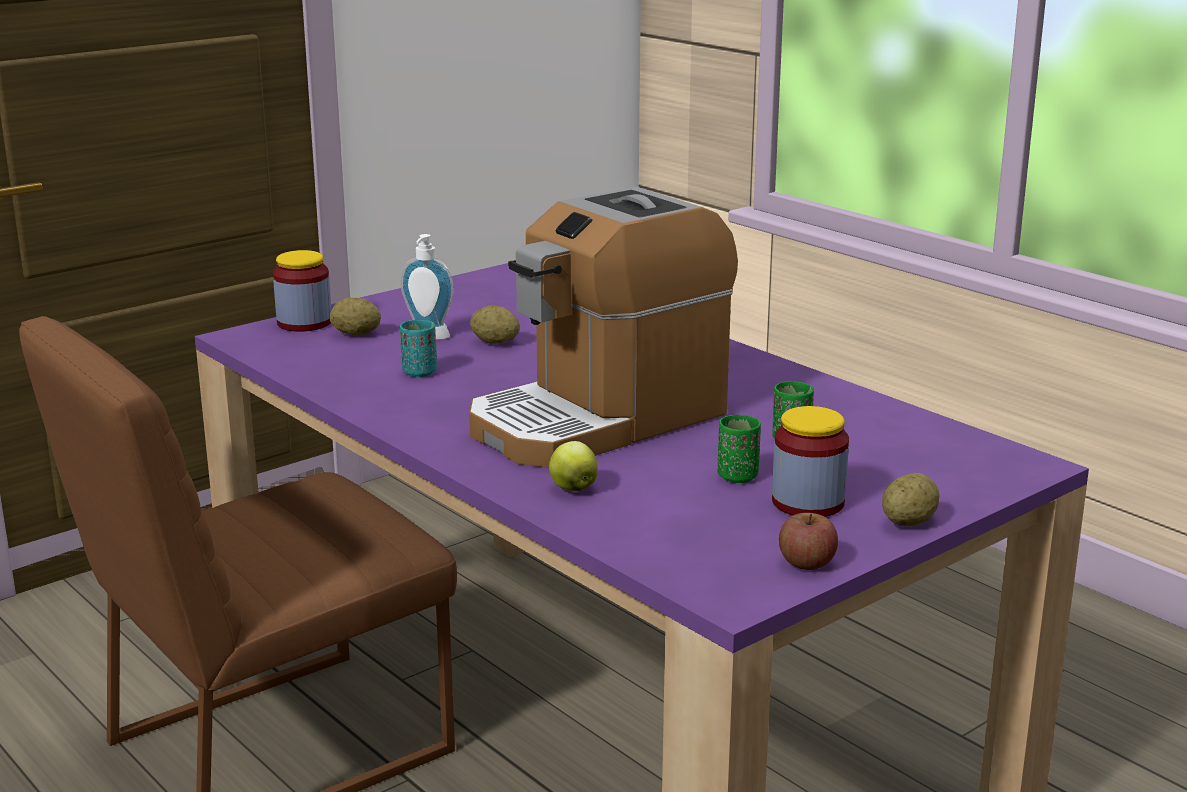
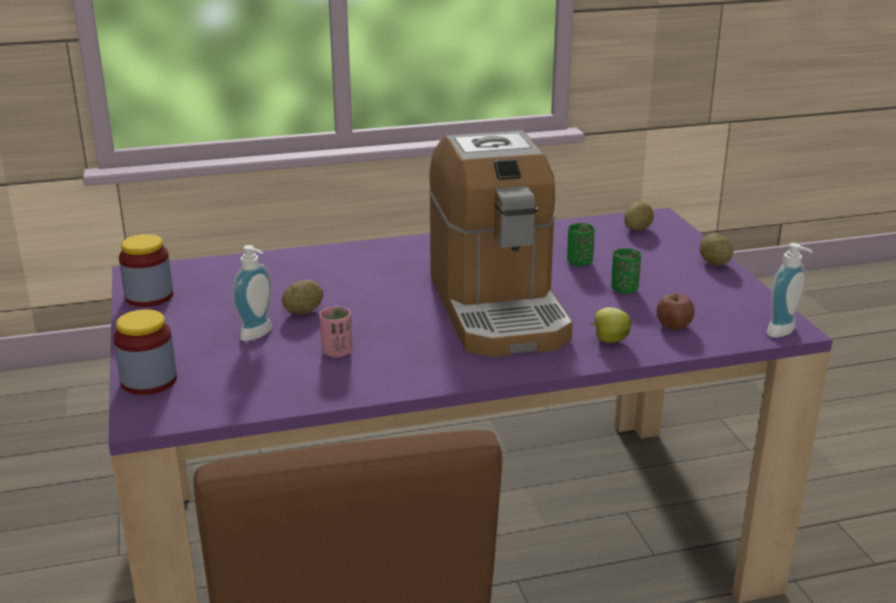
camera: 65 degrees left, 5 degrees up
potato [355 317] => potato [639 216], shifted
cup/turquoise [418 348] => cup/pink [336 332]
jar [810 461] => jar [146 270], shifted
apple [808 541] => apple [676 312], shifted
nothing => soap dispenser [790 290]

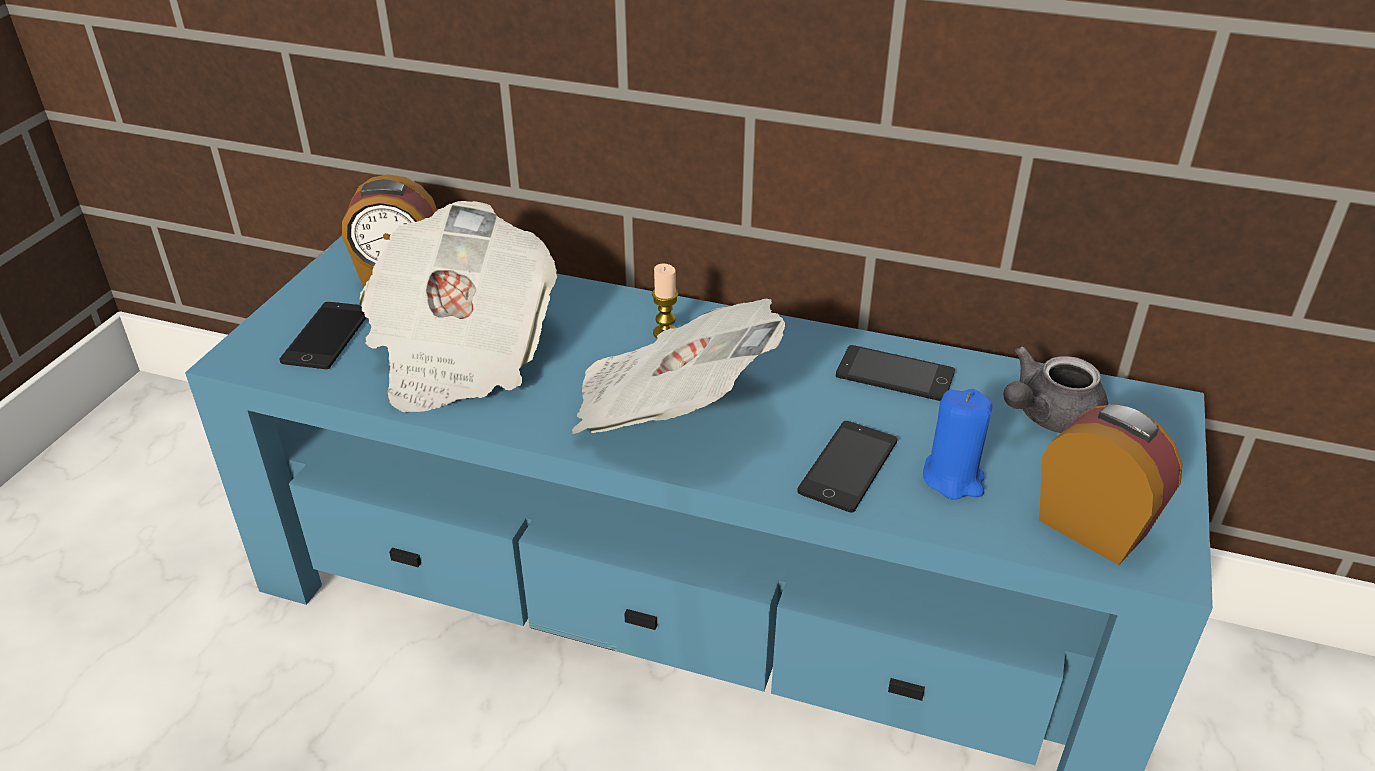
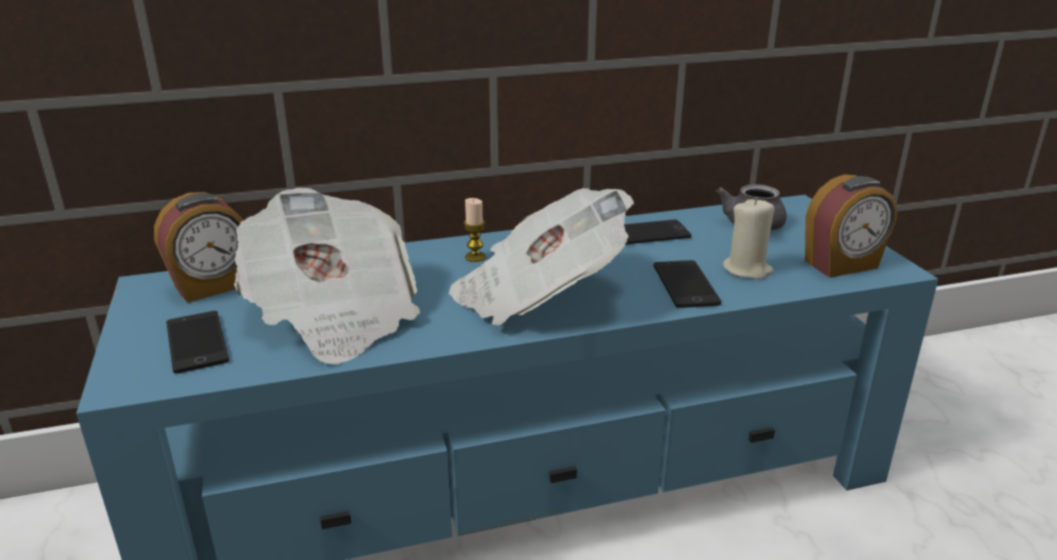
camera: 35 degrees left, 10 degrees down
candle/blue [957 444] => candle/beige [749 239]
alarm clock [1110 484] => alarm clock [851 226], 150 degrees clockwise

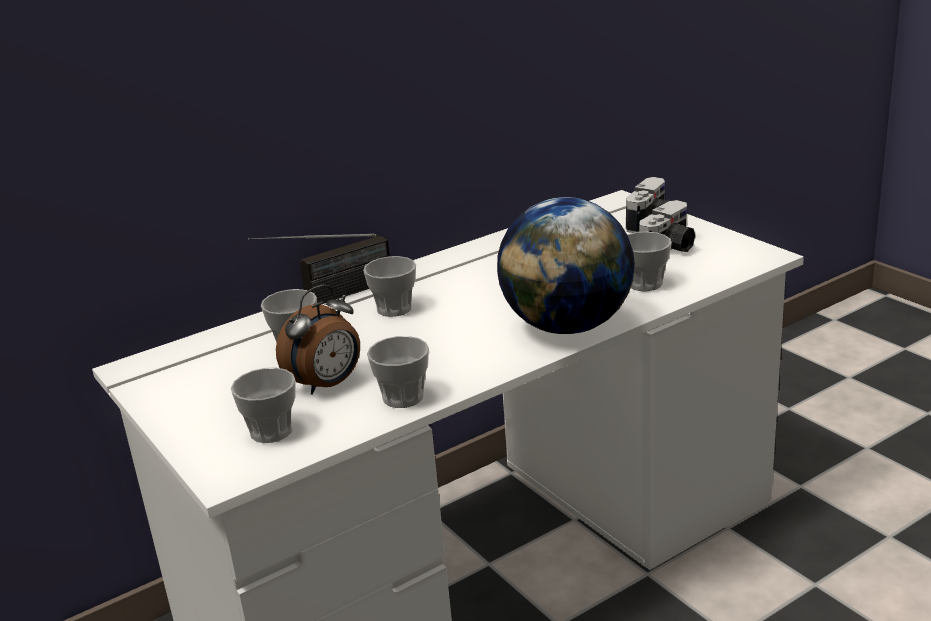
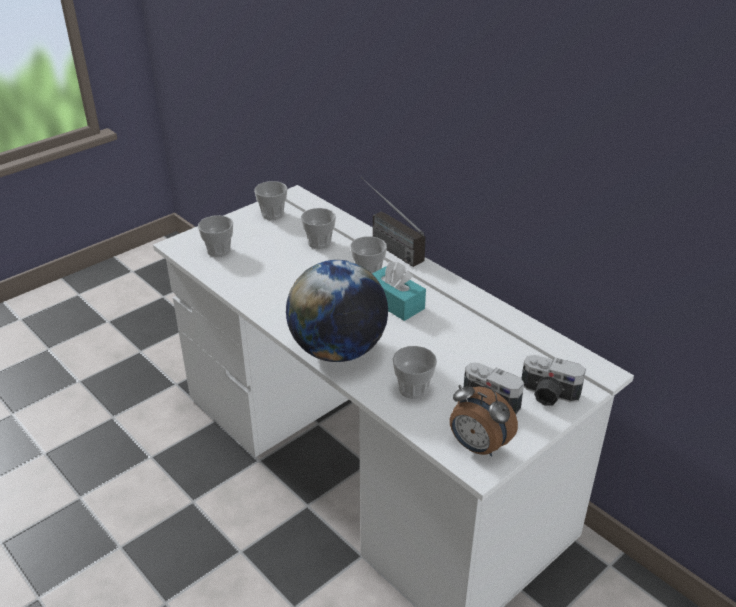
camera: 80 degrees right, 10 degrees up
alarm clock [318 339] => alarm clock [484 418], shifted
cup [398 372] => cup [271 200], shifted
nothing => tissue box/turquoise [399 291]

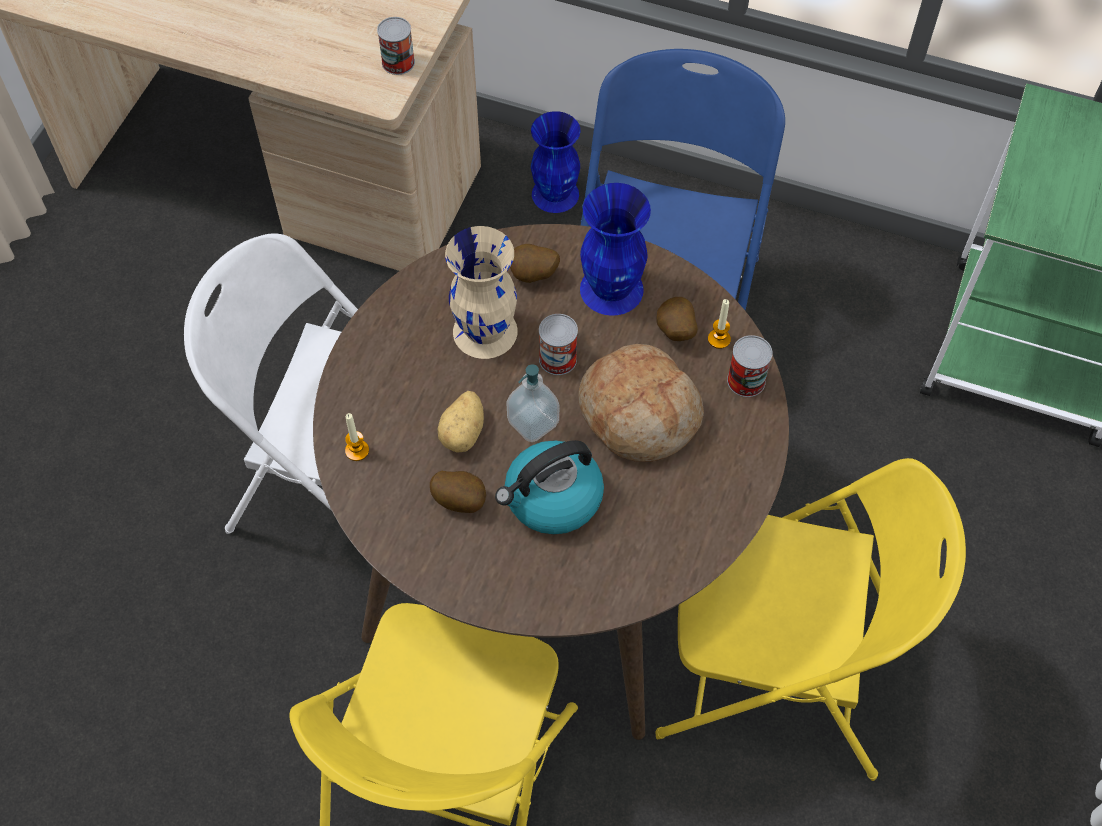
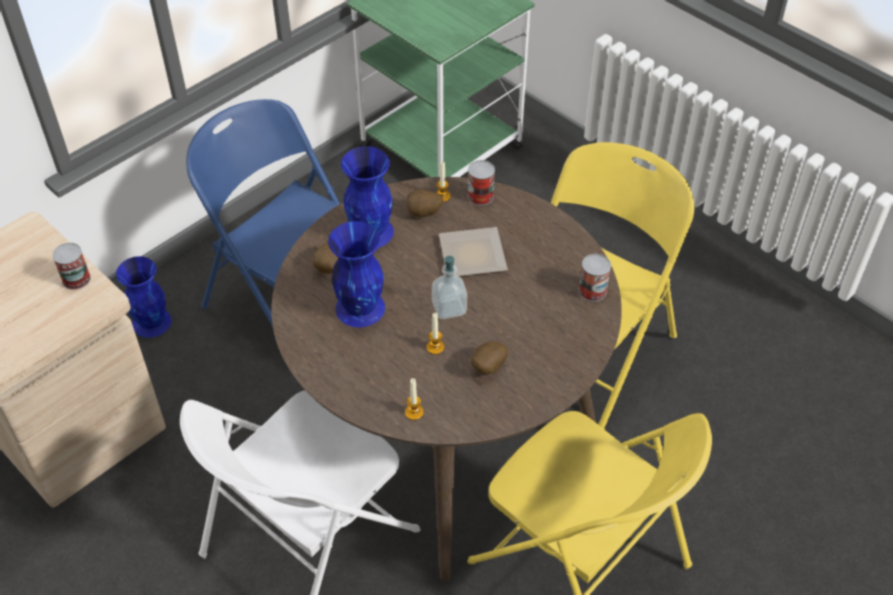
camera: 65 degrees left, 10 degrees down
vase/beige [481 292] => vase/blue [356 274]
can [558 344] => can [594 278], shifted
bread [641 403] => plate [473 251]
potato [461 422] => candle [435 334]
kettle [549 487] => nothing

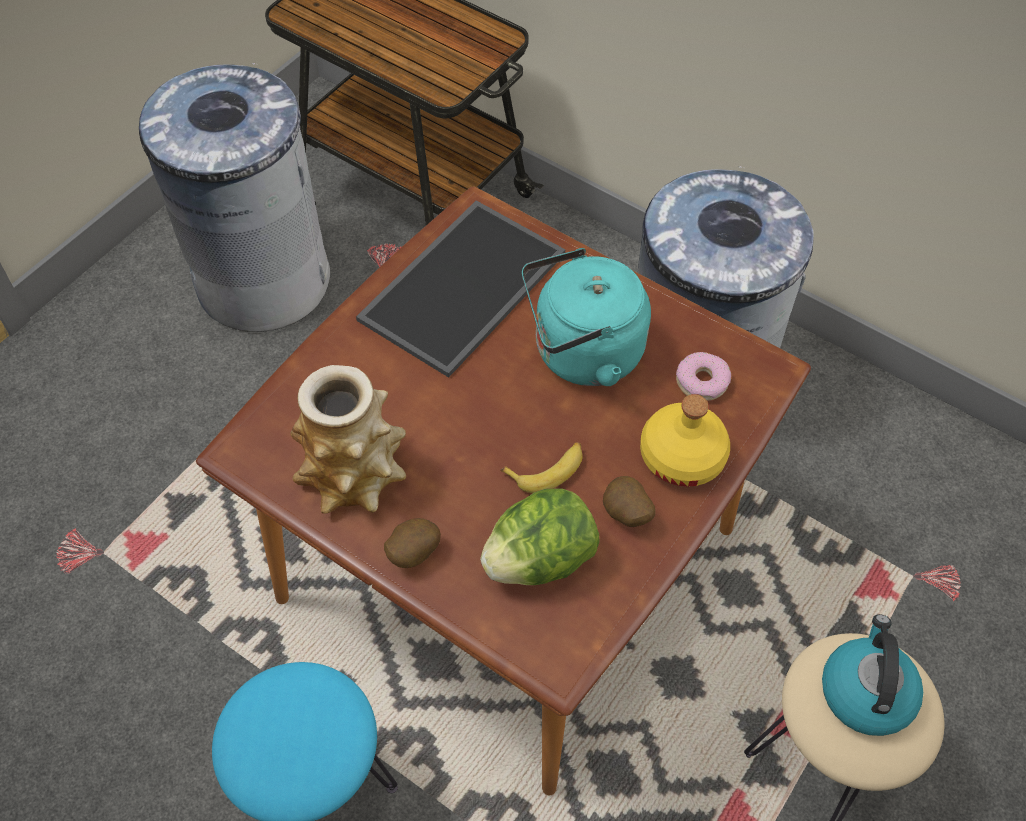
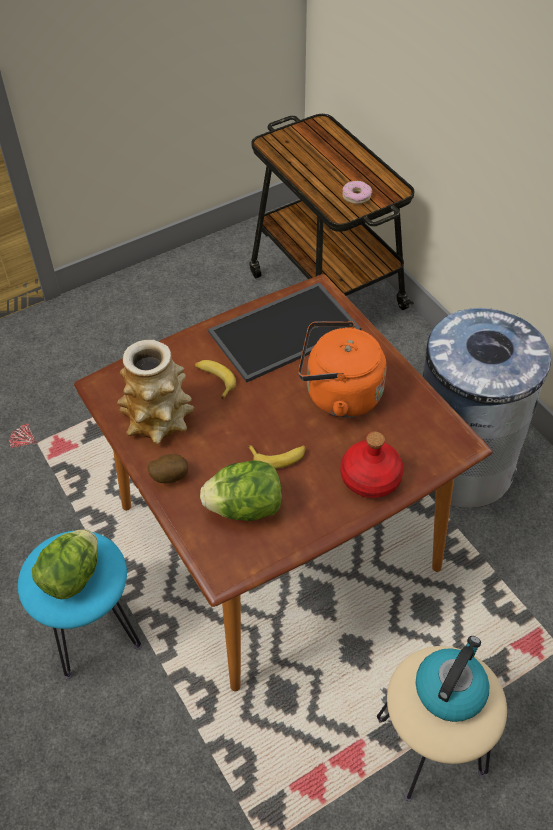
camera: 25 degrees right, 5 degrees down
trash can/grey [234 197] => nothing
kettle/turquoise [586 317] => kettle/orange [342 369]
donut [703 376] => donut [357 192], shifted
bottle/yellow [685 440] => bottle/red [372 465]
potato [629 501] => nothing
nothing => banana [215 380]
nothing => lettuce [65 564]

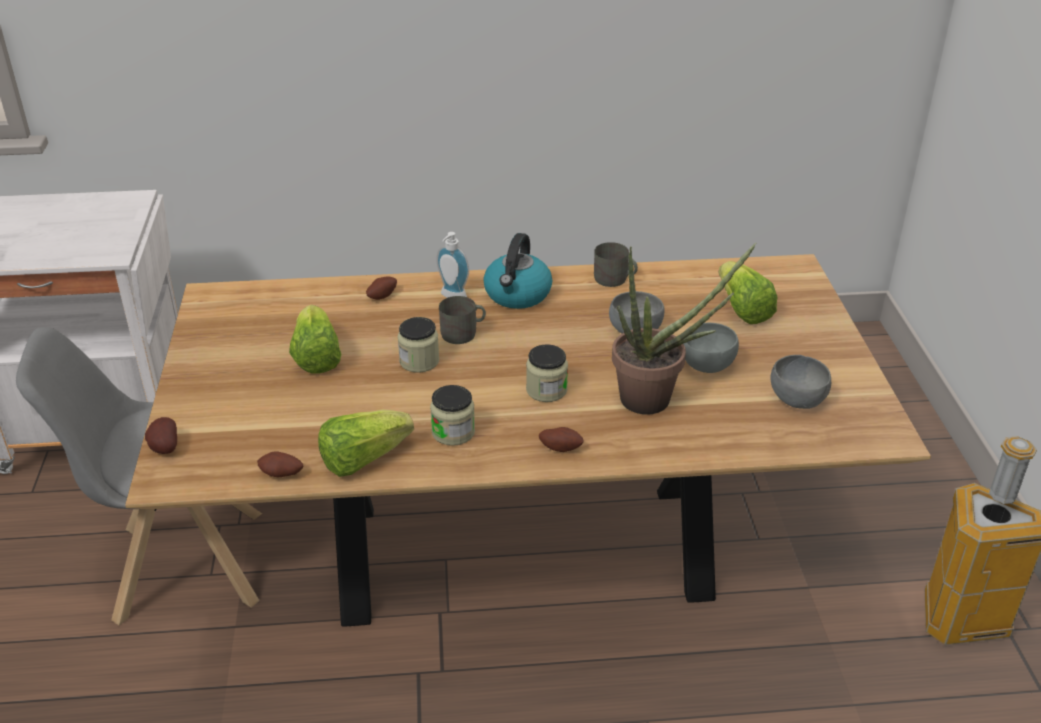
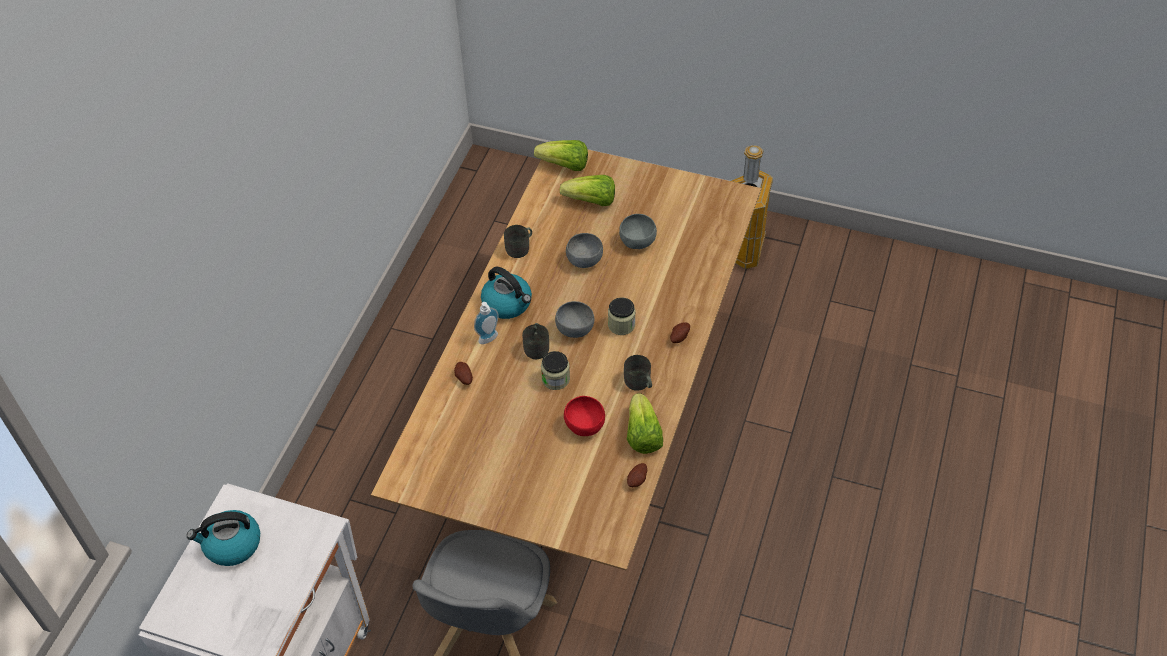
camera: 65 degrees left, 15 degrees up
potted plant [684 328] => nothing
lettuce [315 339] => lettuce [561 155], shifted
bowl/grey [800 382] => bowl/grey [574 319], shifted
jar [452 415] => mug/grey [638 373]
potato [161 435] => nothing
nothing => bowl/red [584 416]
nothing => kettle [223 538]

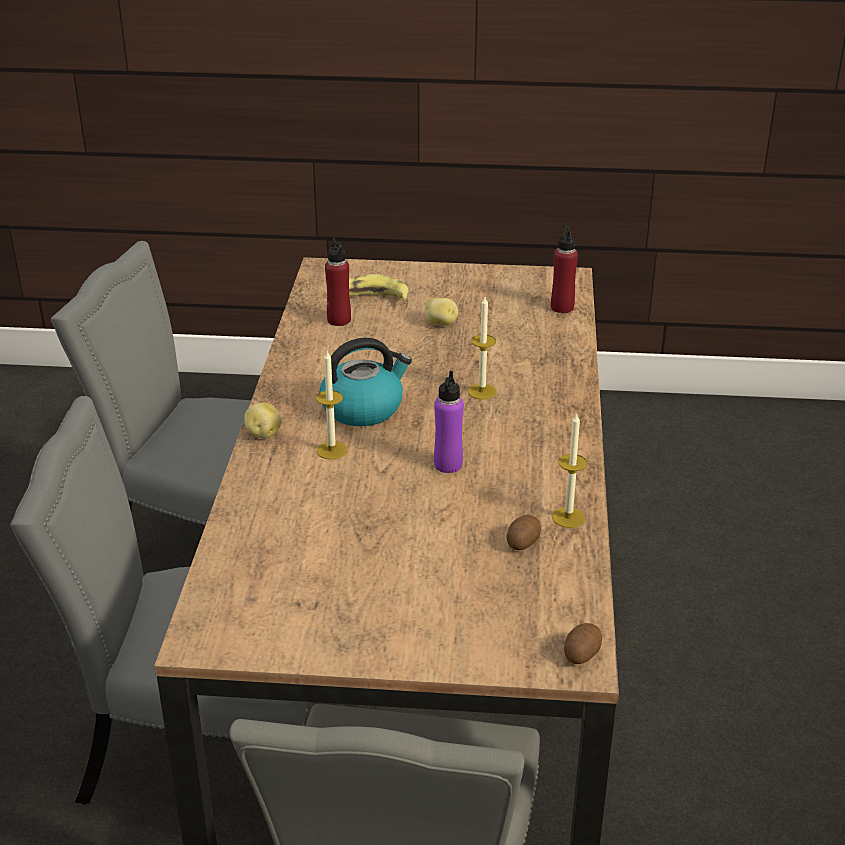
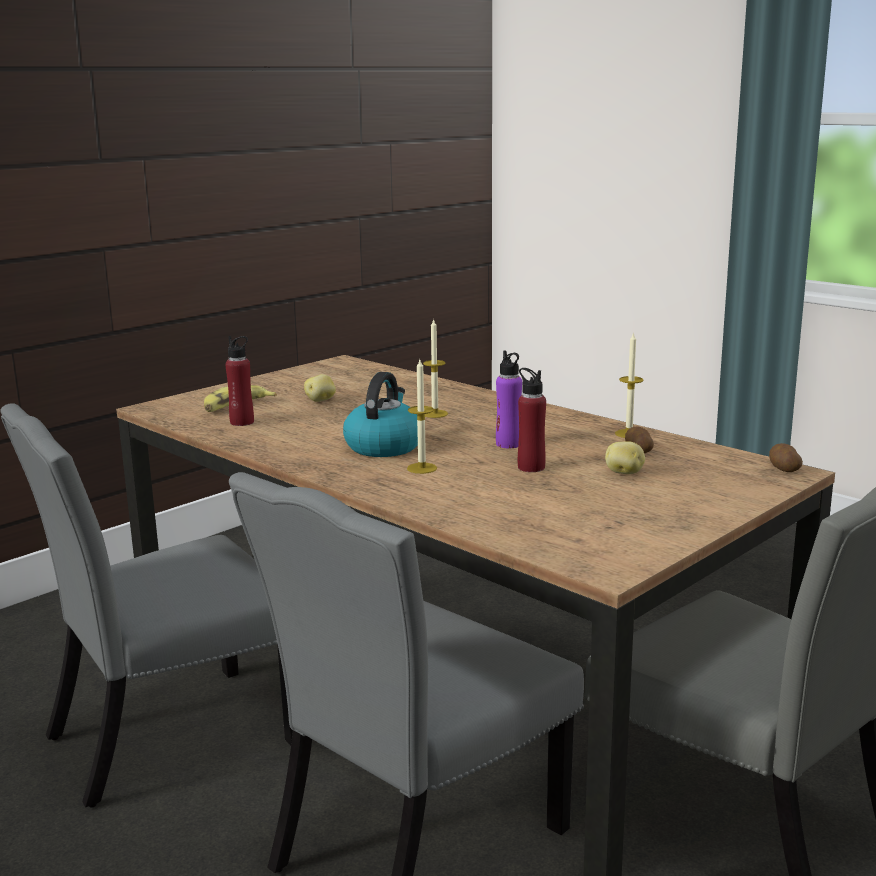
camera: 50 degrees left, 15 degrees down
bottle/red [564 268] => bottle/red [532 420], shifted
potato [263 420] => potato [625 457], shifted

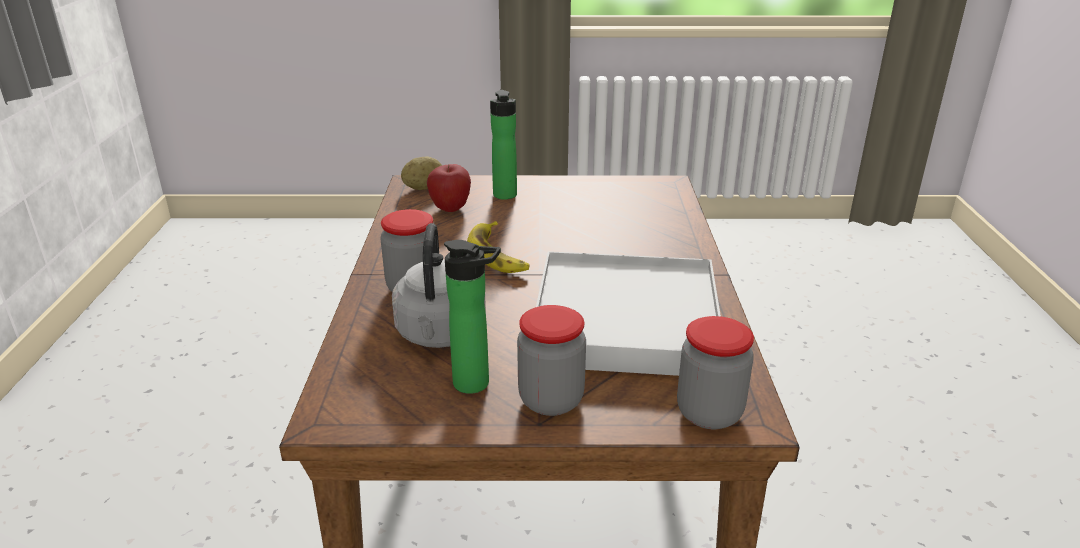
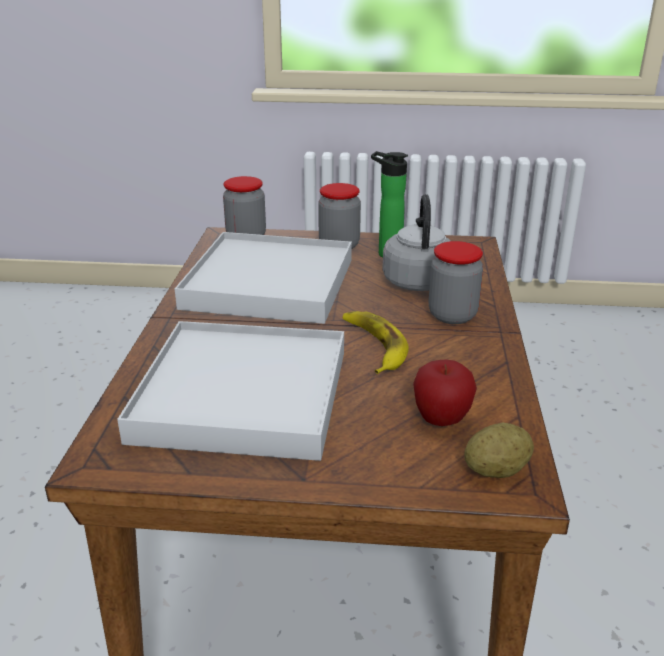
camera: 175 degrees left, 0 degrees up
bottle [503 145] => nothing
nothing => tray/white [230 391]

